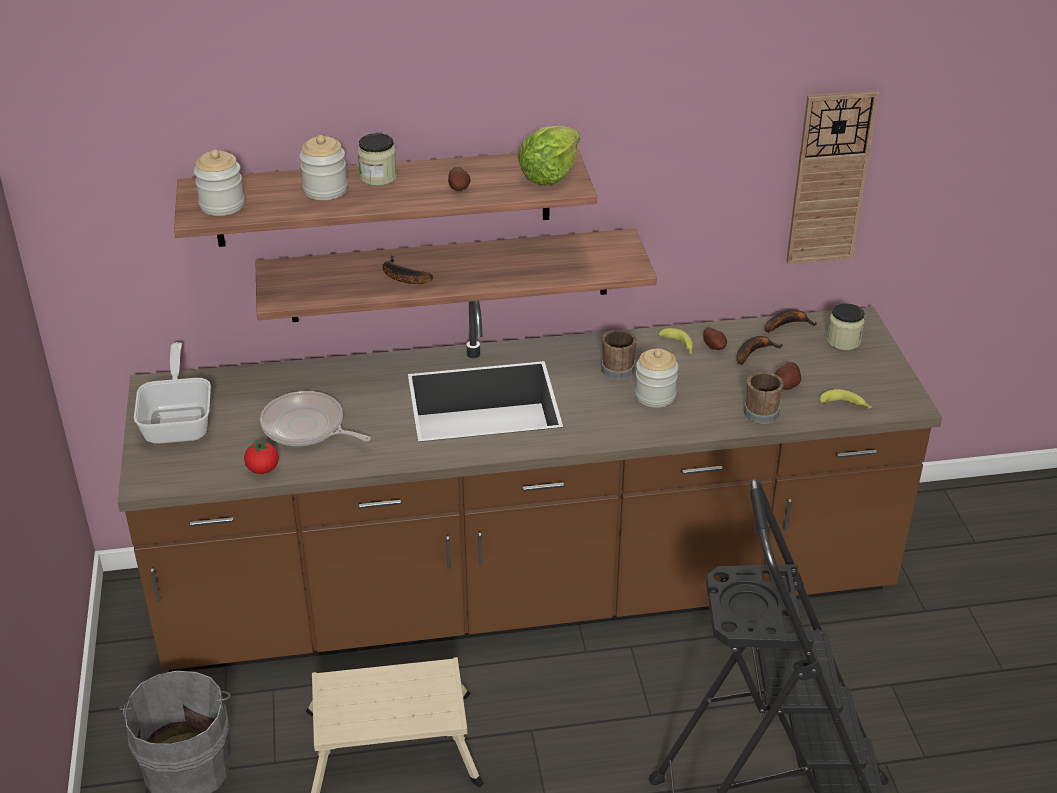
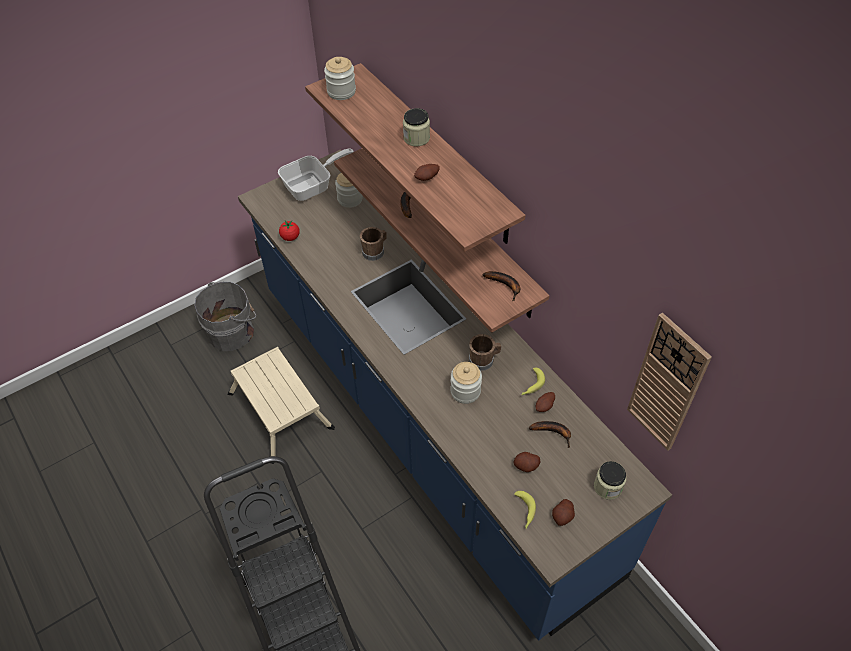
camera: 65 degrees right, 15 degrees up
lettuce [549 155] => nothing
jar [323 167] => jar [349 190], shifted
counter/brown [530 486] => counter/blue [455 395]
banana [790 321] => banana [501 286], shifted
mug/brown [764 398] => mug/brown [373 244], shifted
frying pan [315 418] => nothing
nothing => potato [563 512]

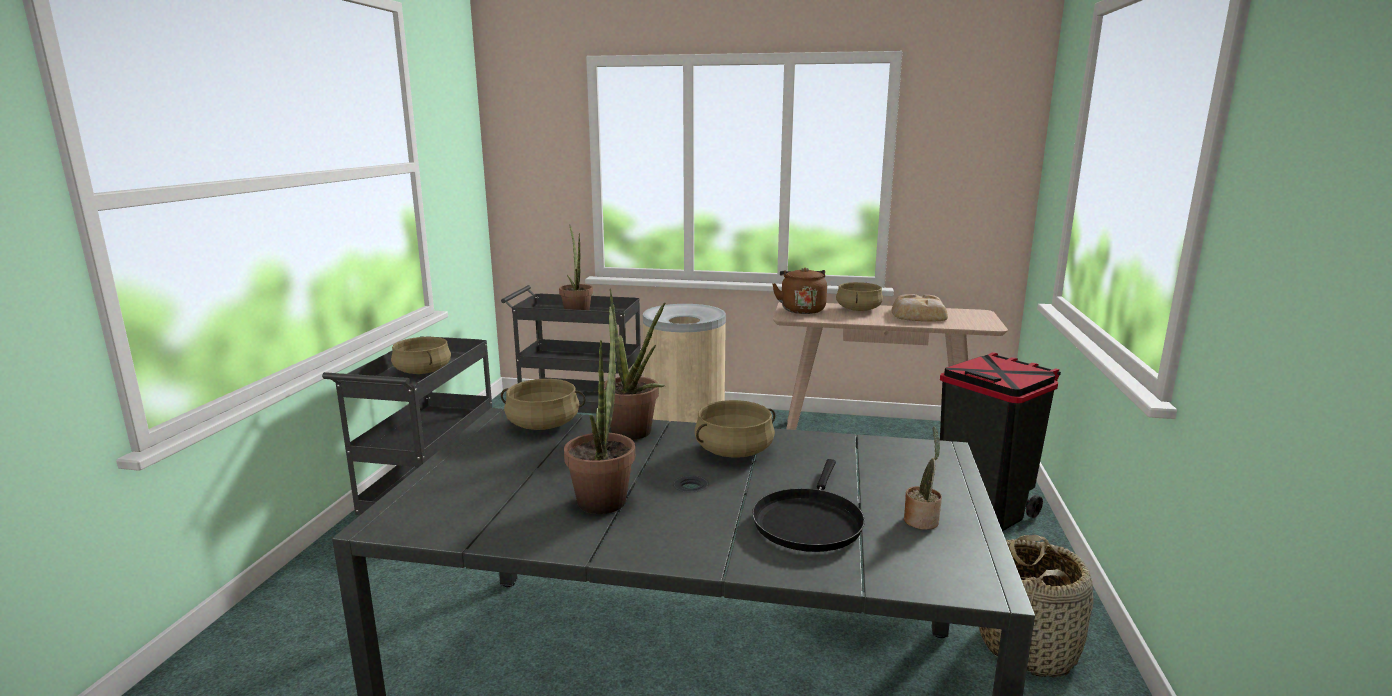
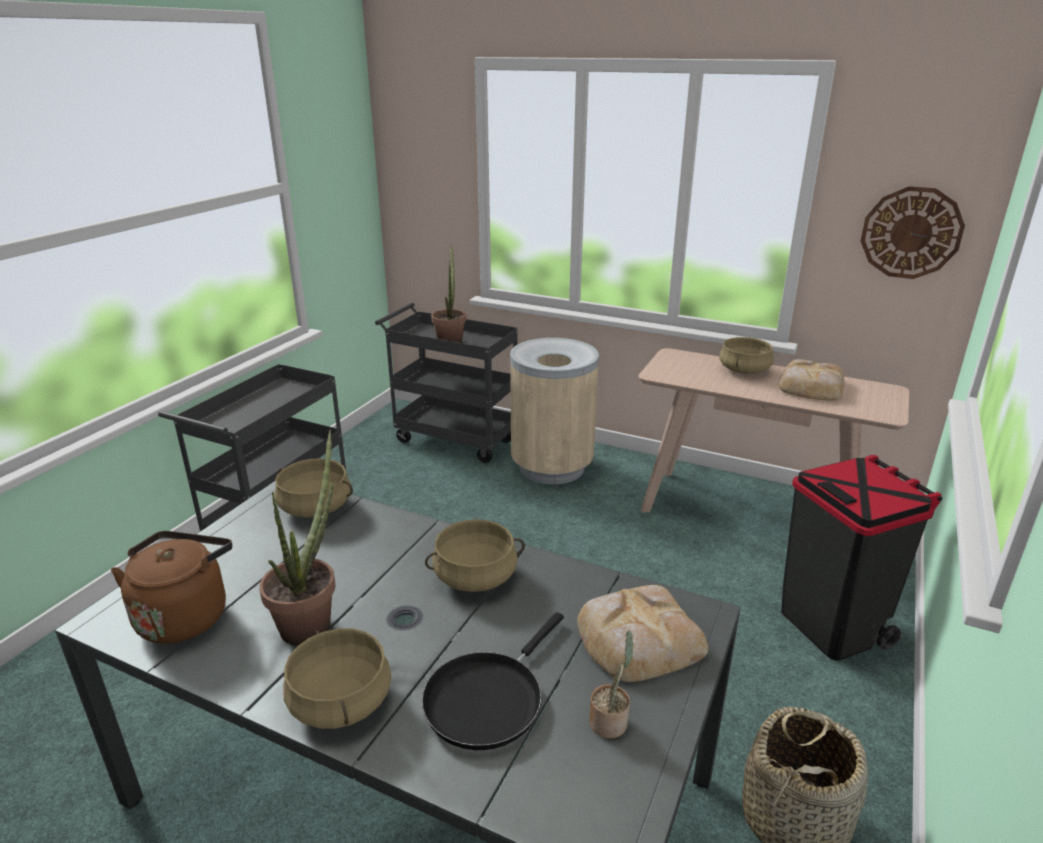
camera: 15 degrees right, 10 degrees up
kettle/brown [799 290] => kettle/brown [171 587], shifted
potted plant [634 364] => nothing
cooking pot/beige [421 355] => cooking pot/beige [337 678], shifted
nothing => wall clock [913 232]
nothing => bread [642 633]

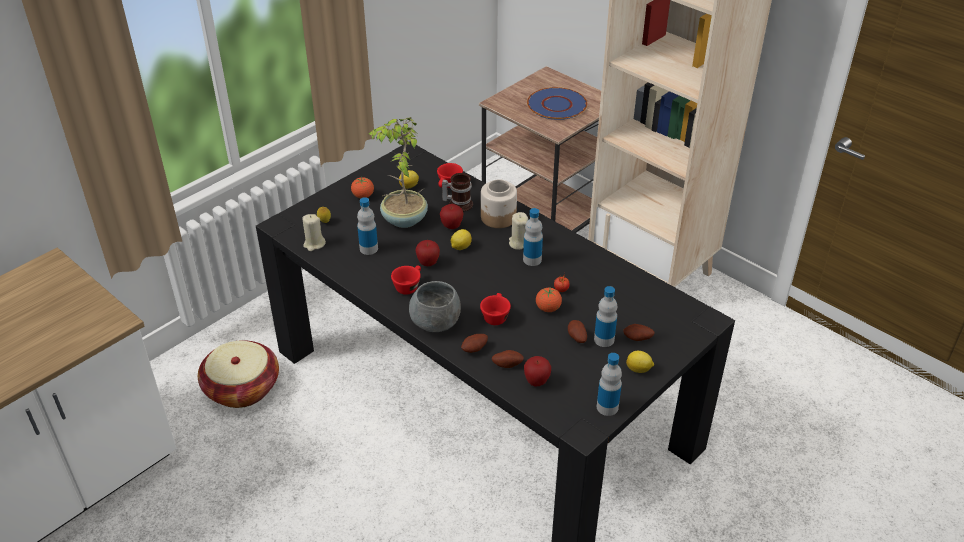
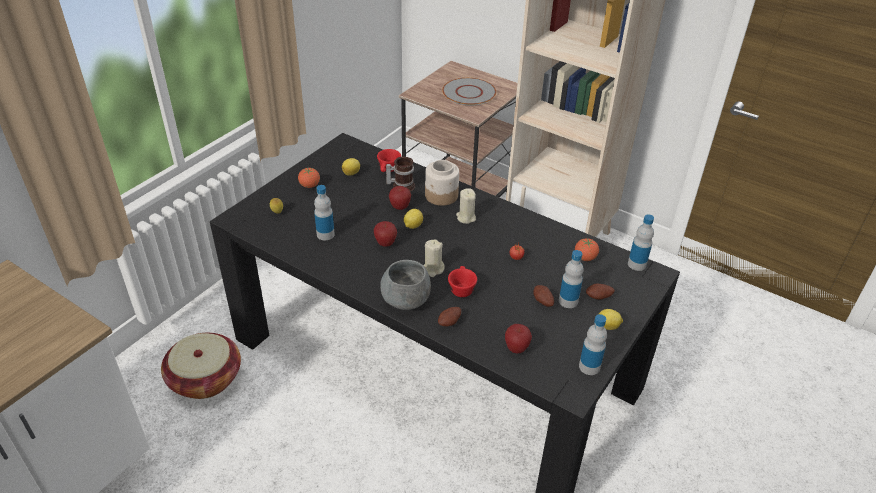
camera: 10 degrees left, 0 degrees up
plate/blue [557 103] => plate/grey [469 92]
potted plant [398 172] => nothing
bottle [533 237] => bottle [641 242], shifted
candle/beige [314 232] => candle/beige [434 258], shifted
cup/red [406 280] => nothing
tomato [549 300] => tomato [587 249], shifted
potato [508 359] => nothing

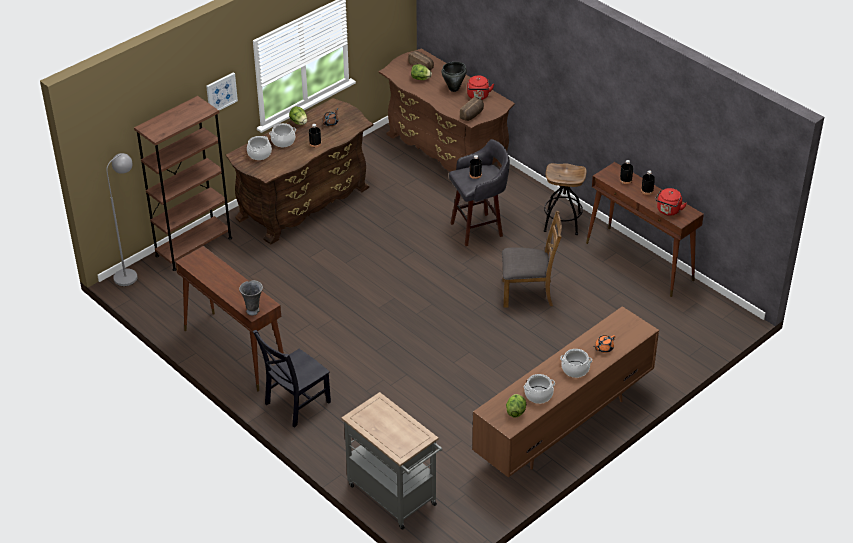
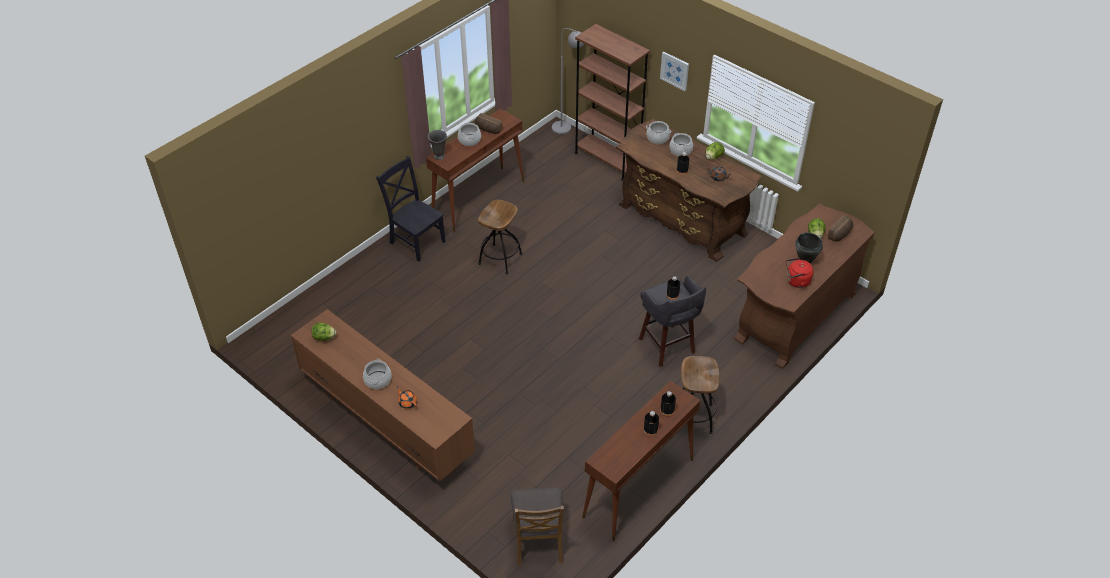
camera: 85 degrees right, 5 degrees up
bread [472 109] => bread [488 123], shifted
kettle/red [671 202] => nothing
chair/brown [532 258] => chair/brown [537 526], shifted
cooking pot [539 389] => cooking pot [469 134], shifted
cart/grey [391 461] => nothing
nothing => stool/brown [500 237]

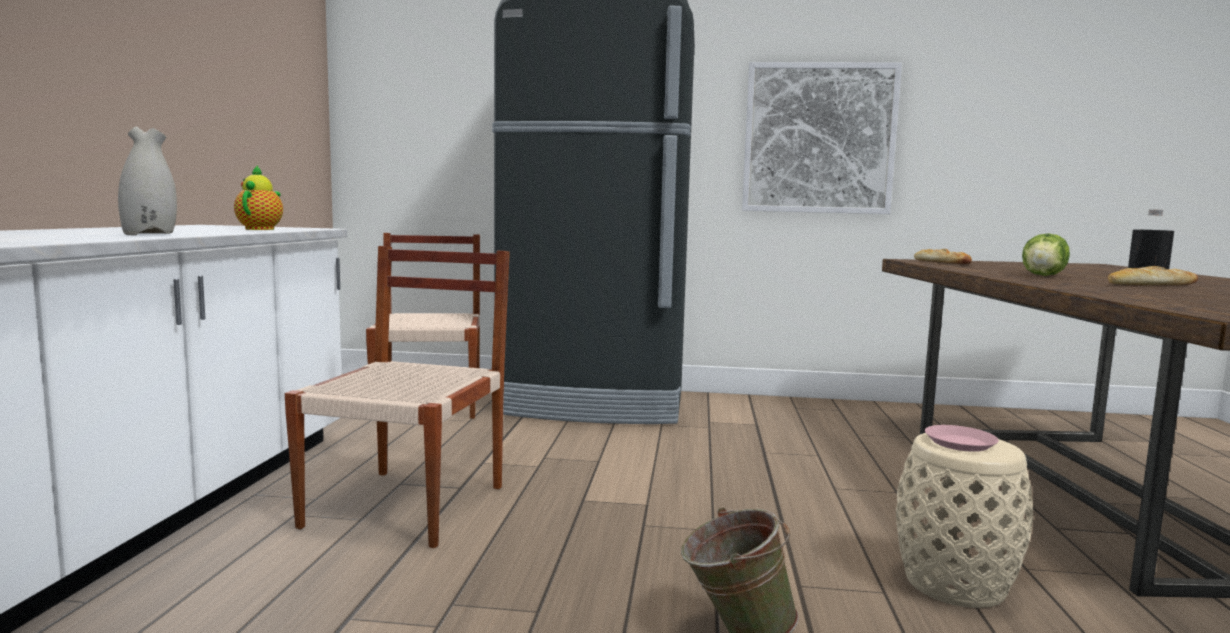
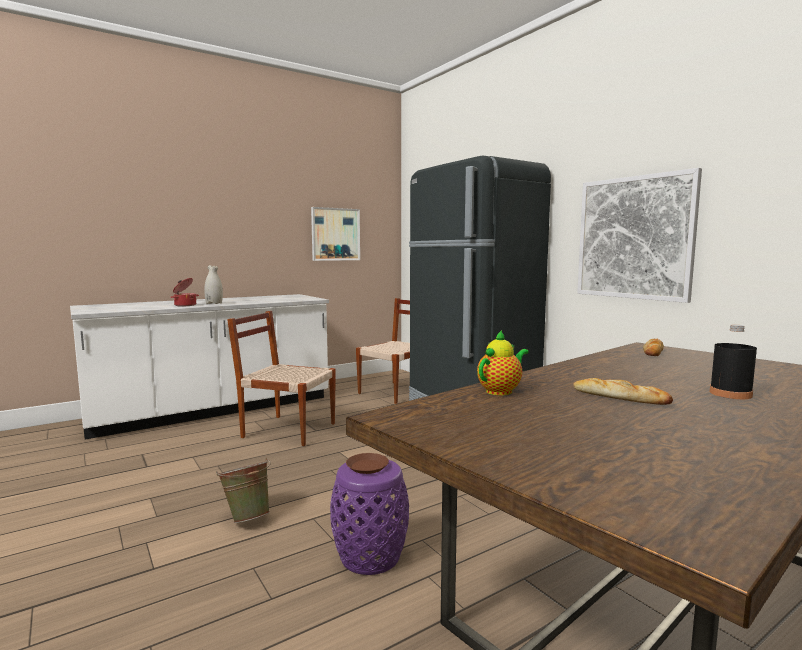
camera: 50 degrees right, 0 degrees up
teapot [258 197] => teapot [503 362], shifted
lettuce [1046 254] => nothing
chair [397 397] => chair [281 378], 135 degrees counterclockwise
plate/pink [962 438] => plate/brown [367 463]
stool/beige [964 520] => stool/purple [369 517]
nothing => picture [335 234]
nothing => cooking pot [184 292]

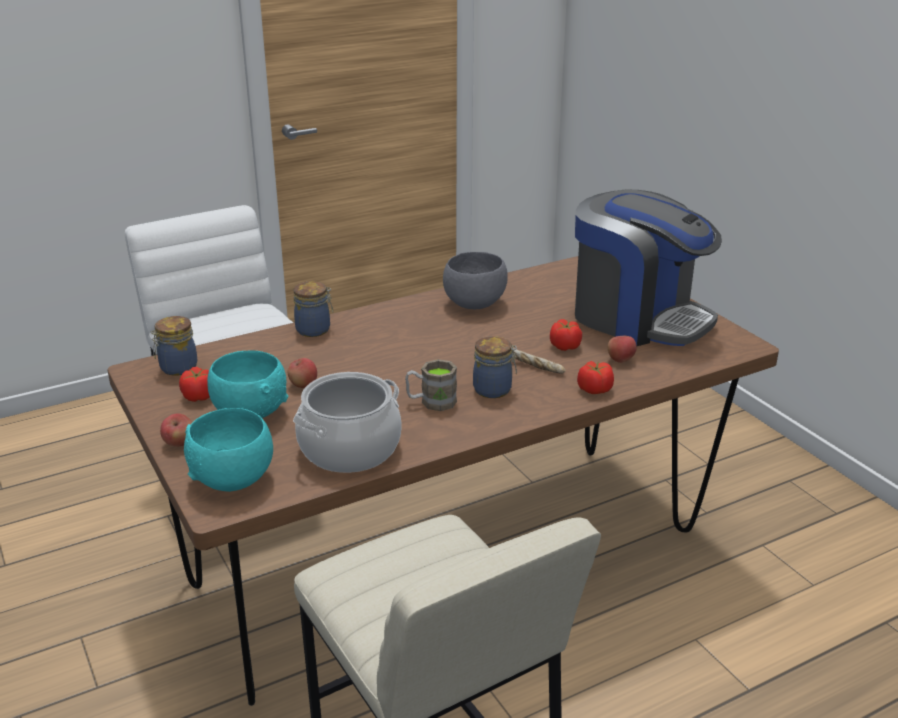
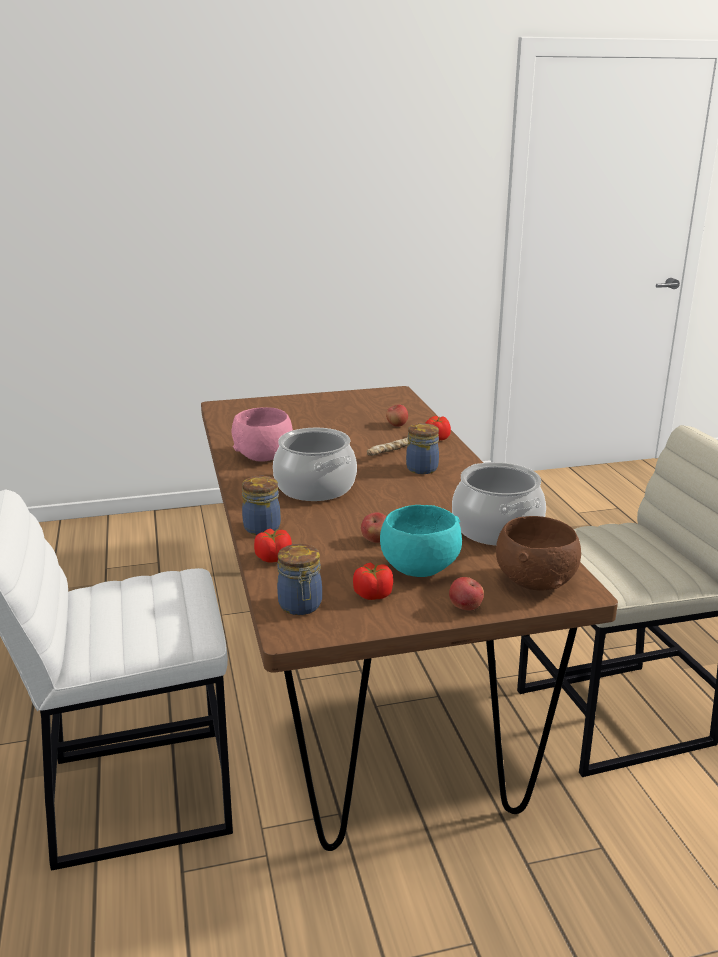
camera: 75 degrees left, 5 degrees down
coffee machine [648 268] => nothing
bowl/grey [475 280] => bowl/pink [262 434]
tomato [566 335] => tomato [273 545], shifted
mug/brown [431 385] => nothing
bowl/turquoise [228 450] => bowl/brown [538 553]
nothing => cooking pot [315 464]

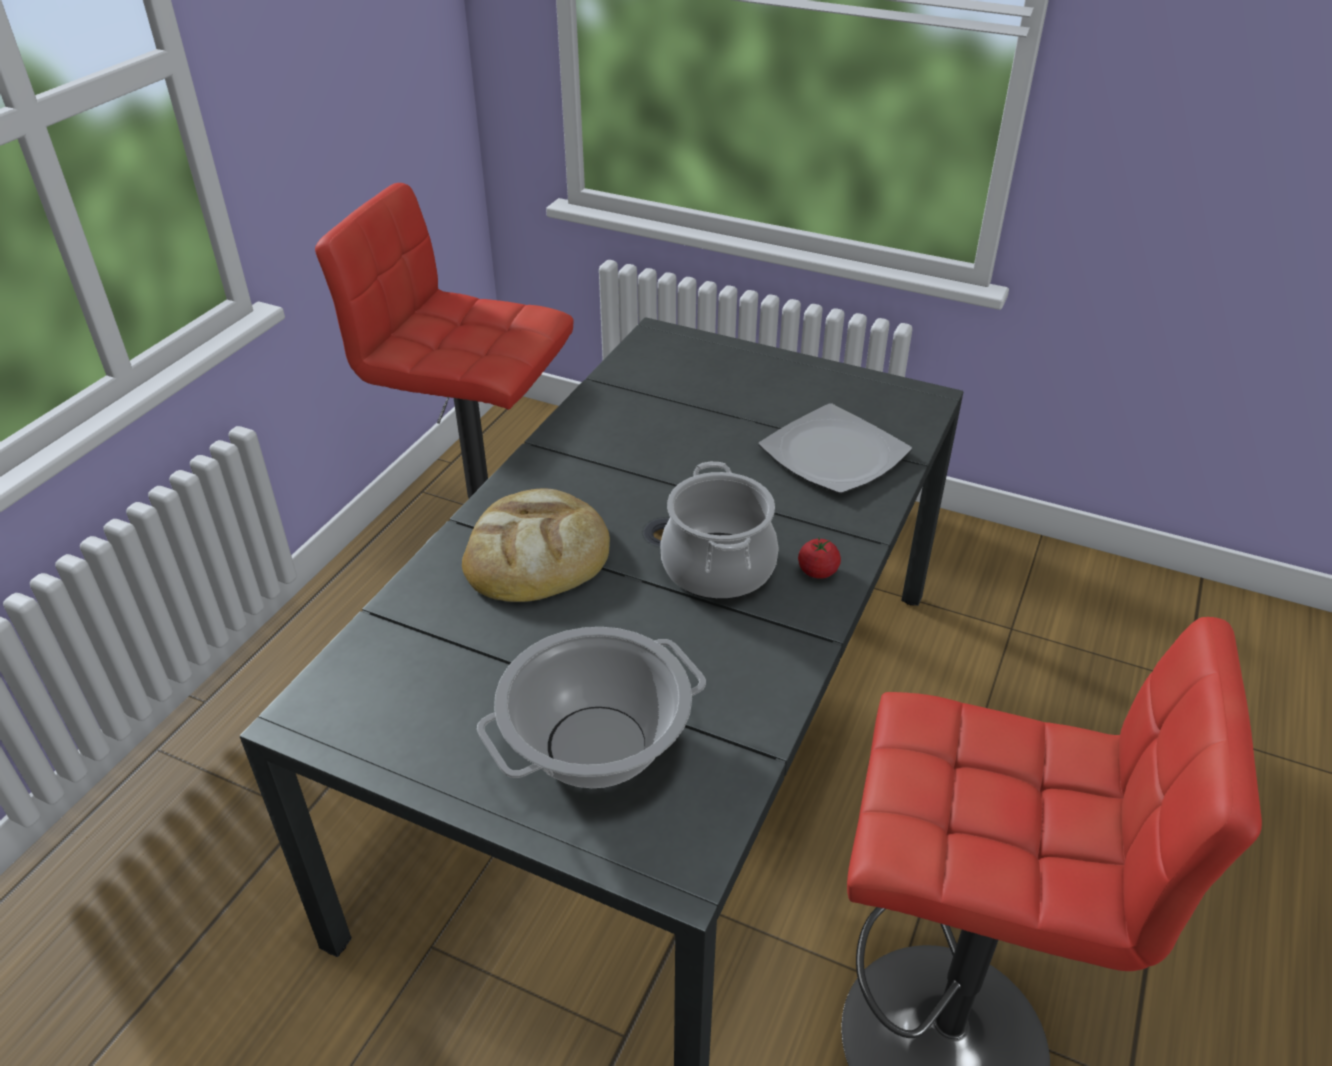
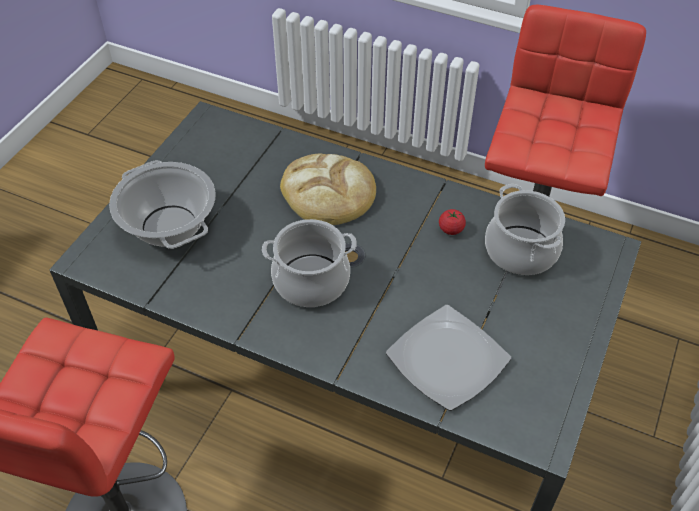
camera: 90 degrees right, 10 degrees up
tomato [819 558] => tomato [452 222], shifted
nothing => cooking pot [525 229]

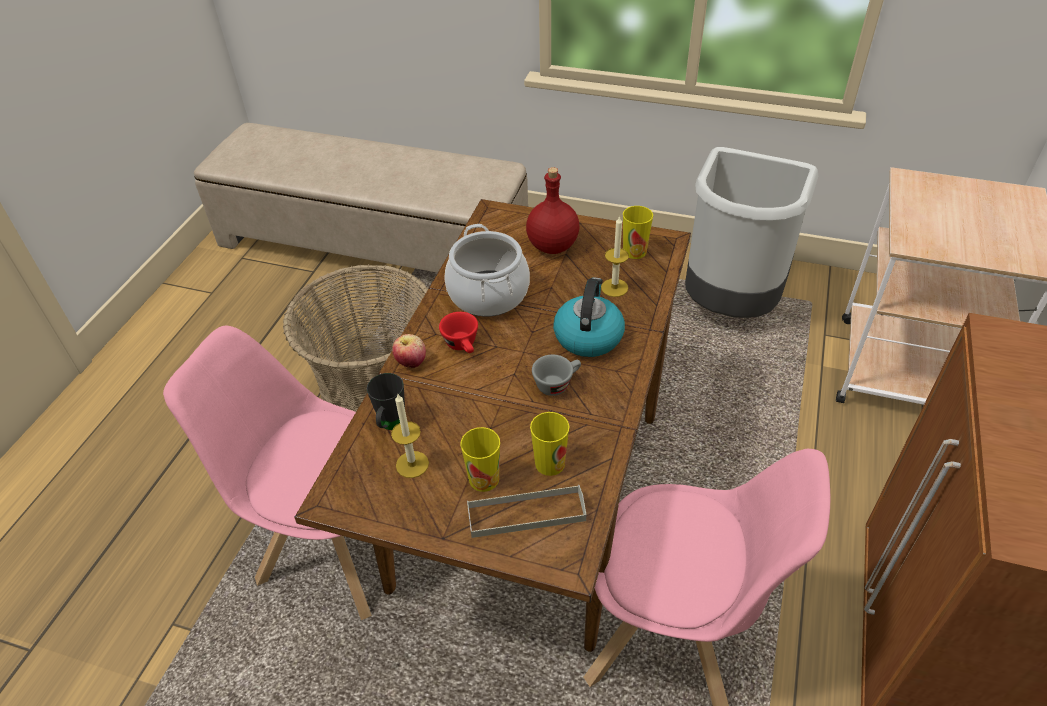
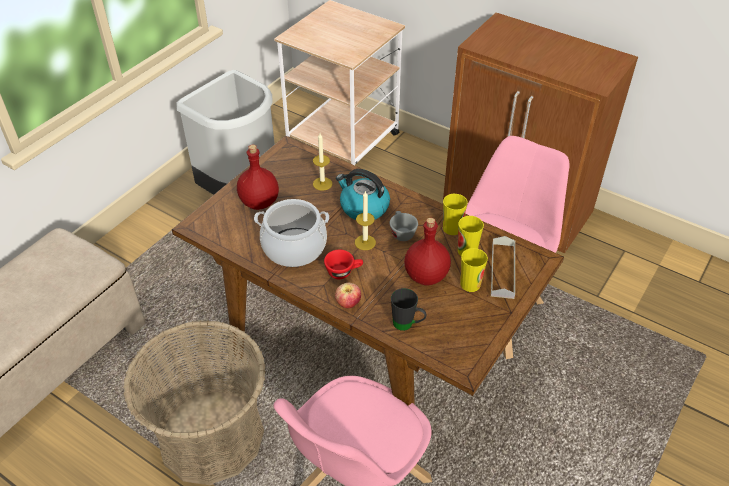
camera: 75 degrees left, 0 degrees up
cup [638 232] => cup [455 214], shifted
candle [410 436] => candle [365 220], shifted
nothing => bottle/red [427 251]

